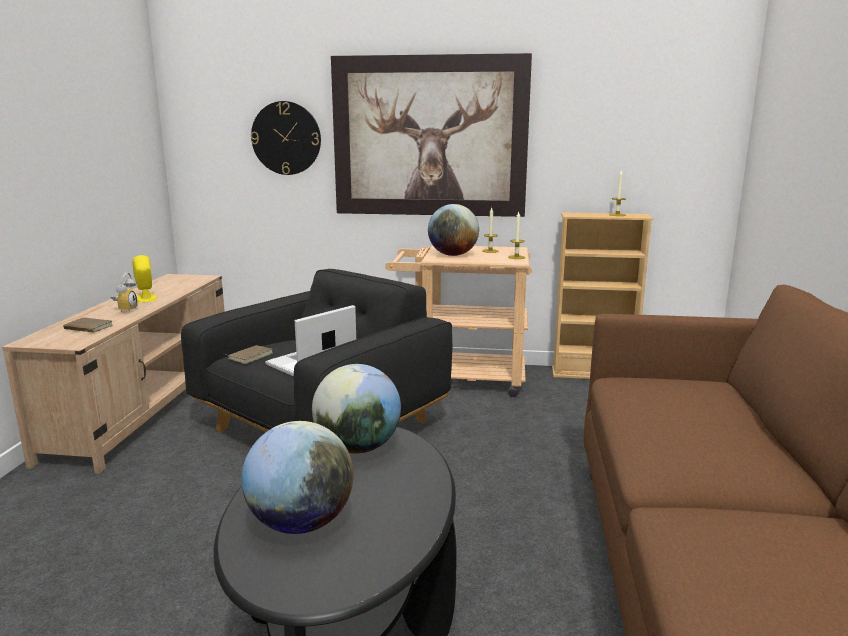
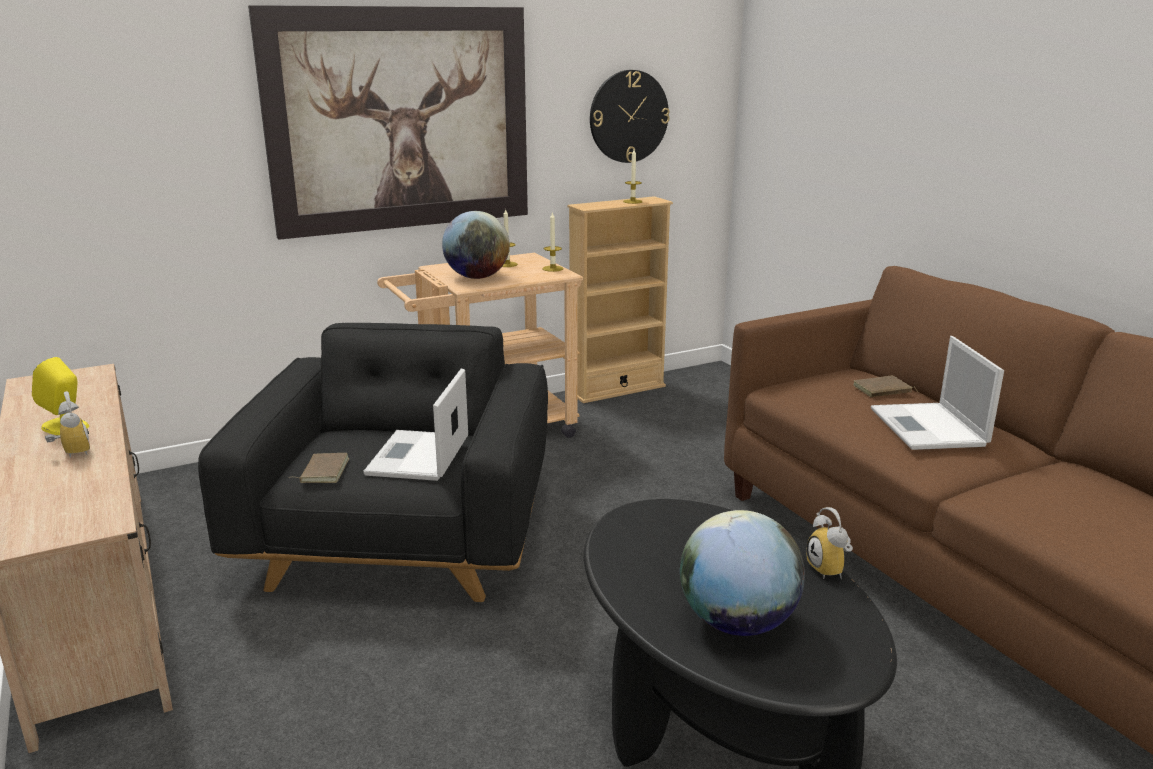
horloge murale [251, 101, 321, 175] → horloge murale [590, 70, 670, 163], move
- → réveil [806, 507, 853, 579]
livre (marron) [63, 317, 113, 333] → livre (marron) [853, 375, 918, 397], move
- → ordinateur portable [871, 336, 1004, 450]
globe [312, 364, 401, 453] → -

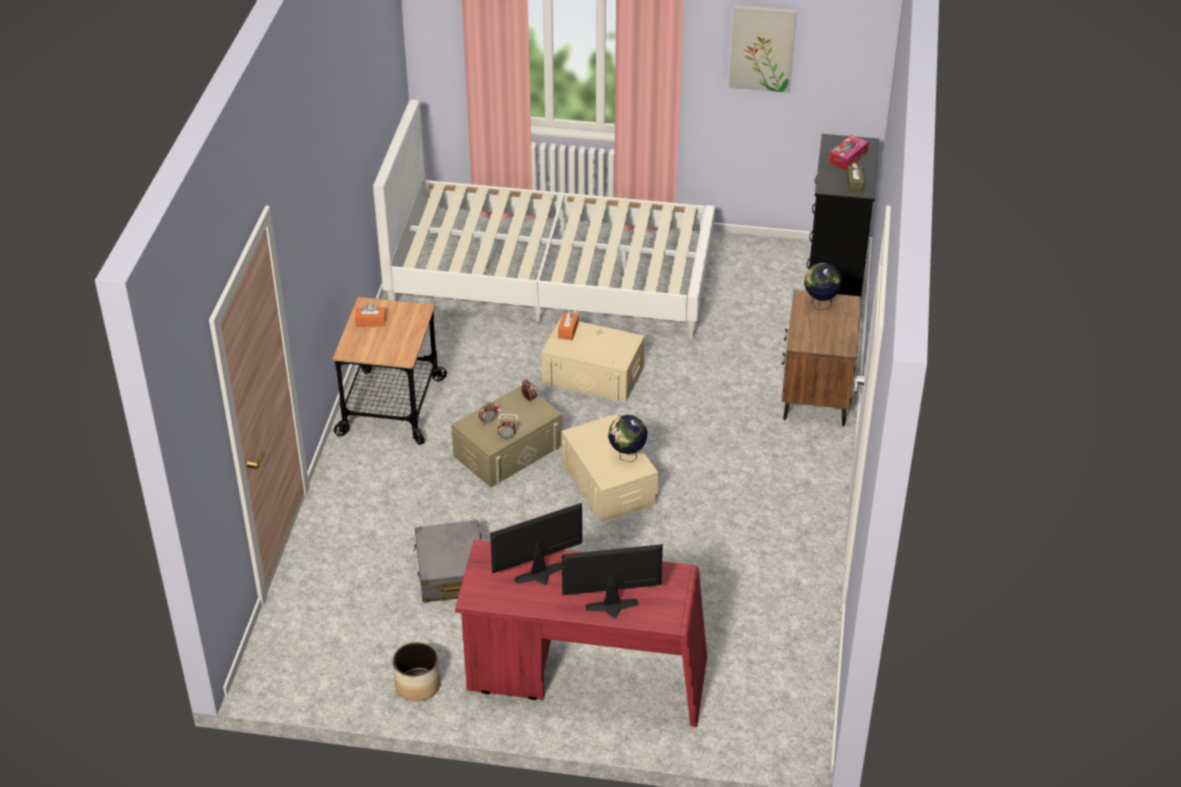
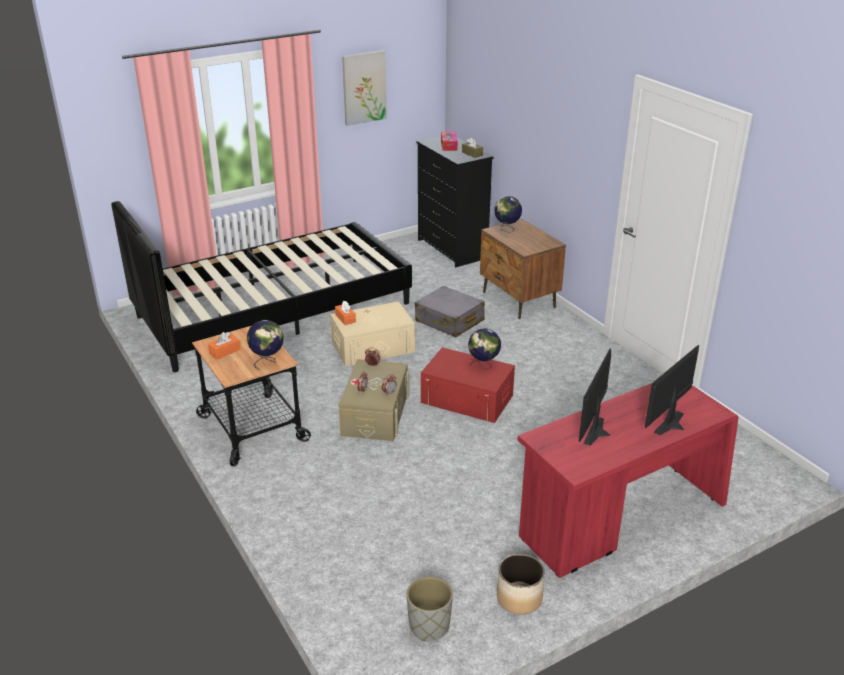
lit (blanc) [373, 99, 715, 339] → lit (noir) [111, 201, 412, 372]
- → globe [247, 320, 284, 370]
- → cache-pot (gris) [407, 576, 453, 641]
valise (gris) [414, 520, 481, 602] → valise (gris) [415, 286, 485, 337], move
boîte de rangement (beige) [561, 414, 658, 522] → boîte de rangement (rouge) [421, 347, 515, 423]

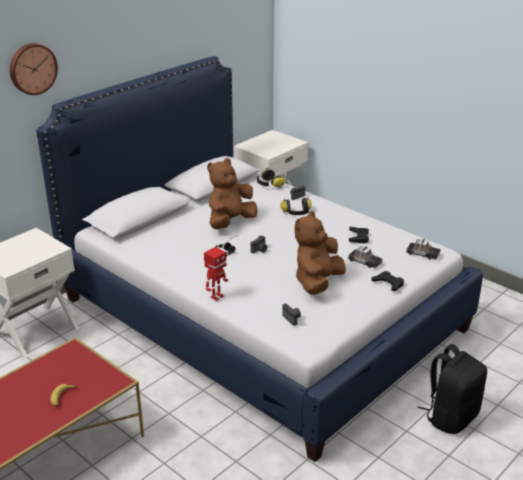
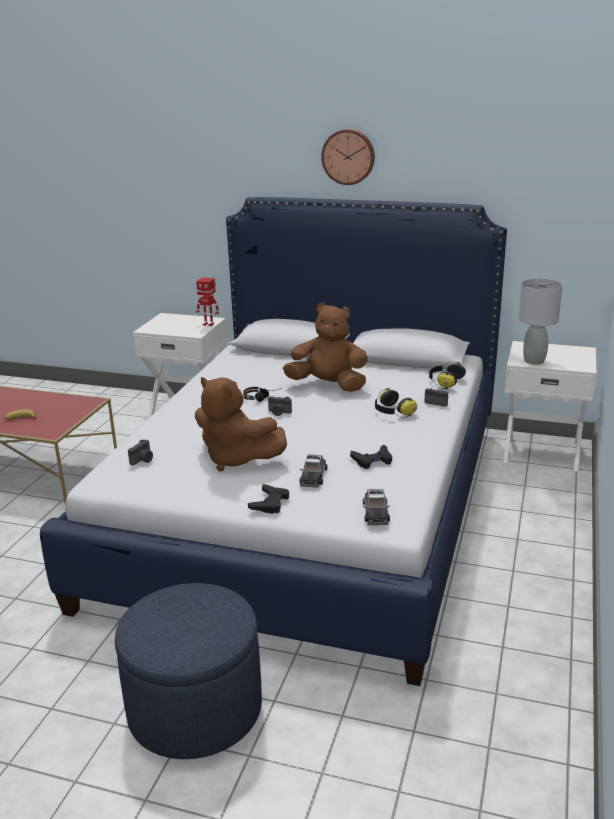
sac à dos (noir) [418, 344, 487, 434] → pouf (bleu) [115, 583, 262, 759]
peluche (marron) [294, 211, 346, 295] → peluche (marron) [195, 377, 287, 472], 150 degrees counterclockwise
robot jouet [204, 247, 228, 301] → robot jouet [196, 278, 219, 326], move
horloge murale [10, 43, 58, 95] → horloge murale [321, 129, 375, 185], move
- → lampe de table (gris) [518, 278, 563, 365]

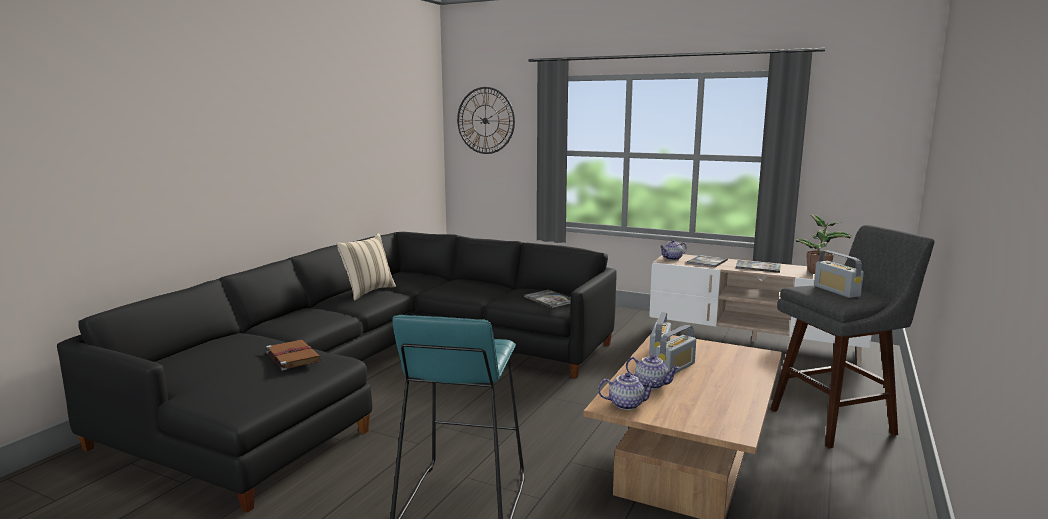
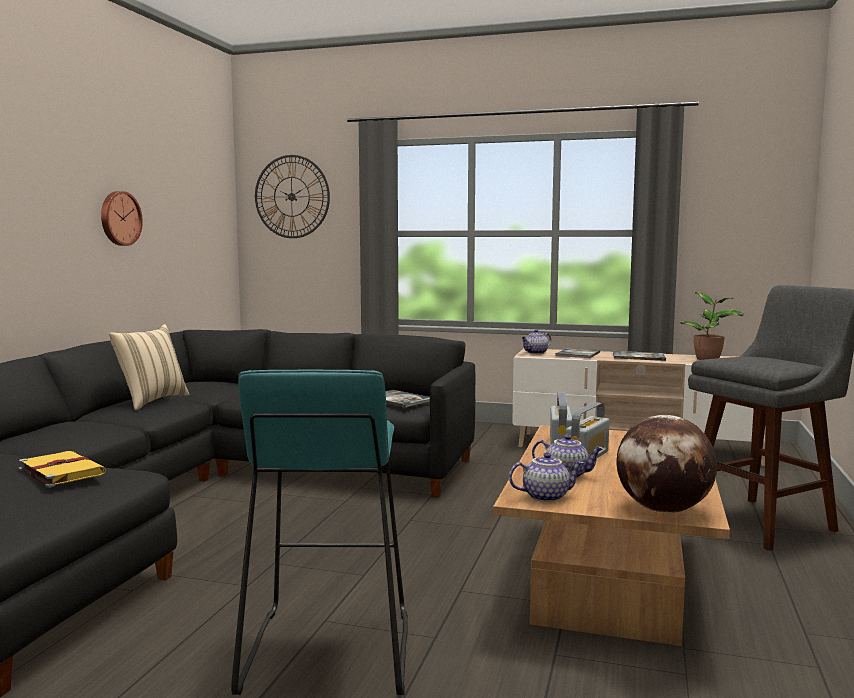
livre (marron) [266, 340, 322, 370] → livre (jaune) [19, 451, 106, 488]
- → horloge murale [101, 191, 143, 246]
- → globe [616, 415, 717, 513]
radio [814, 251, 864, 298] → -

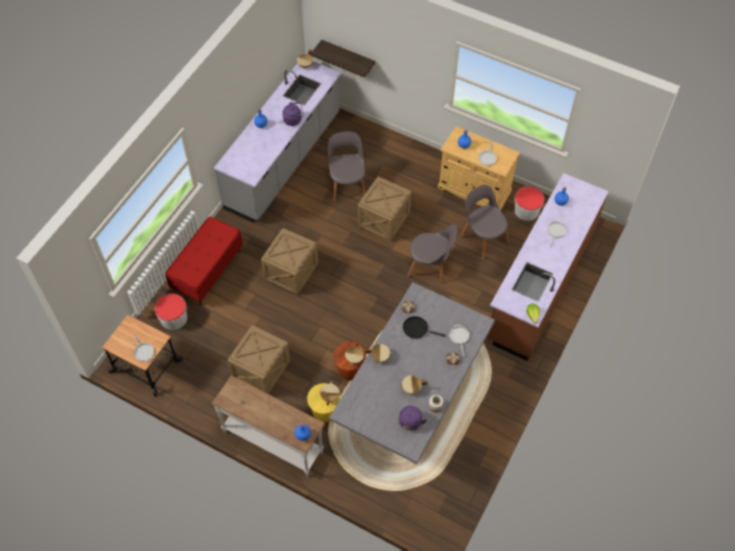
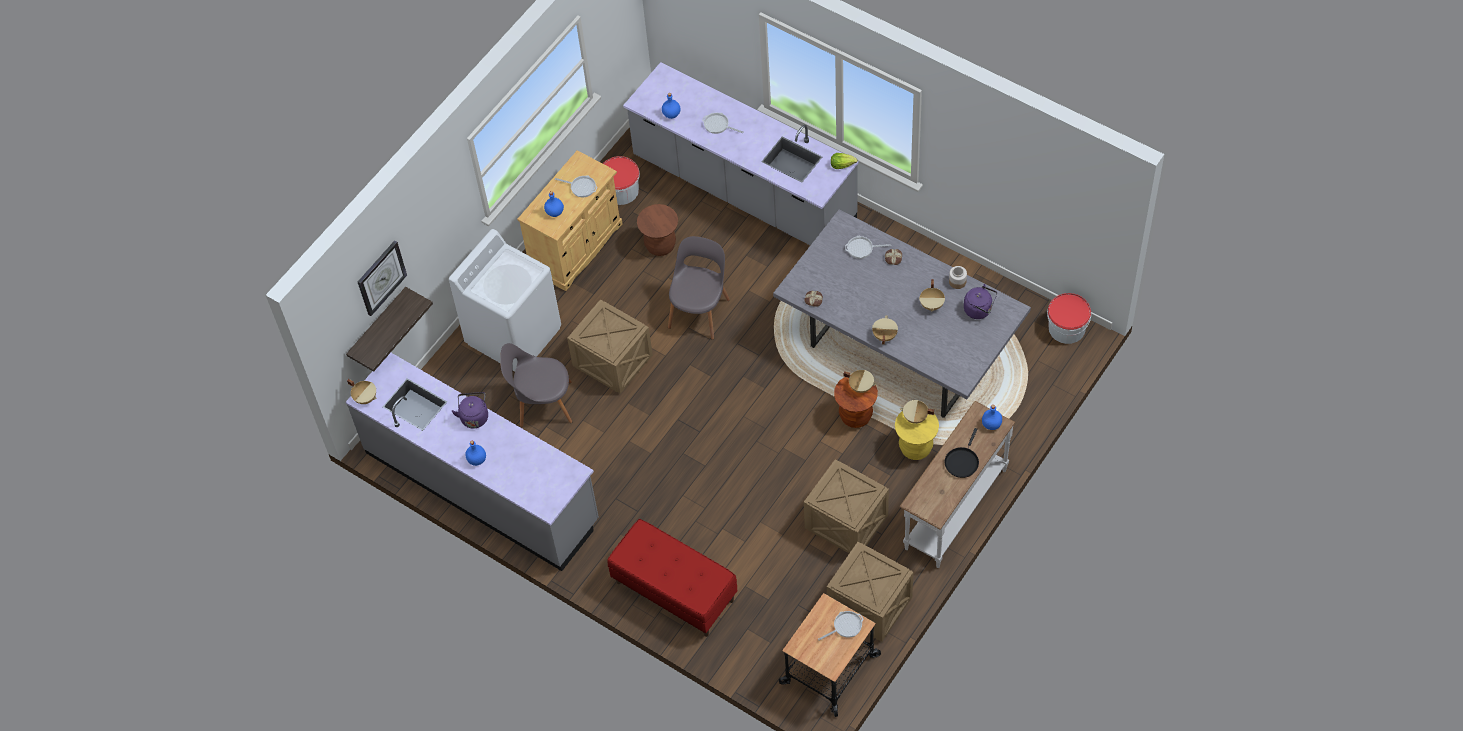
- → horloge murale [358, 241, 407, 316]
- → lave-linge (blanc) [449, 229, 561, 371]
comptoir de cuisine (marron) [487, 173, 609, 361] → comptoir de cuisine (gris) [623, 62, 858, 245]
chaise (gris) [460, 185, 509, 260] → tabouret (marron) [637, 204, 678, 256]
caisse [261, 228, 318, 295] → caisse [827, 542, 913, 642], move
poêle (noir) [403, 316, 445, 339] → poêle (noir) [944, 428, 979, 478], move
seau [154, 293, 187, 330] → seau [1047, 293, 1091, 344], move

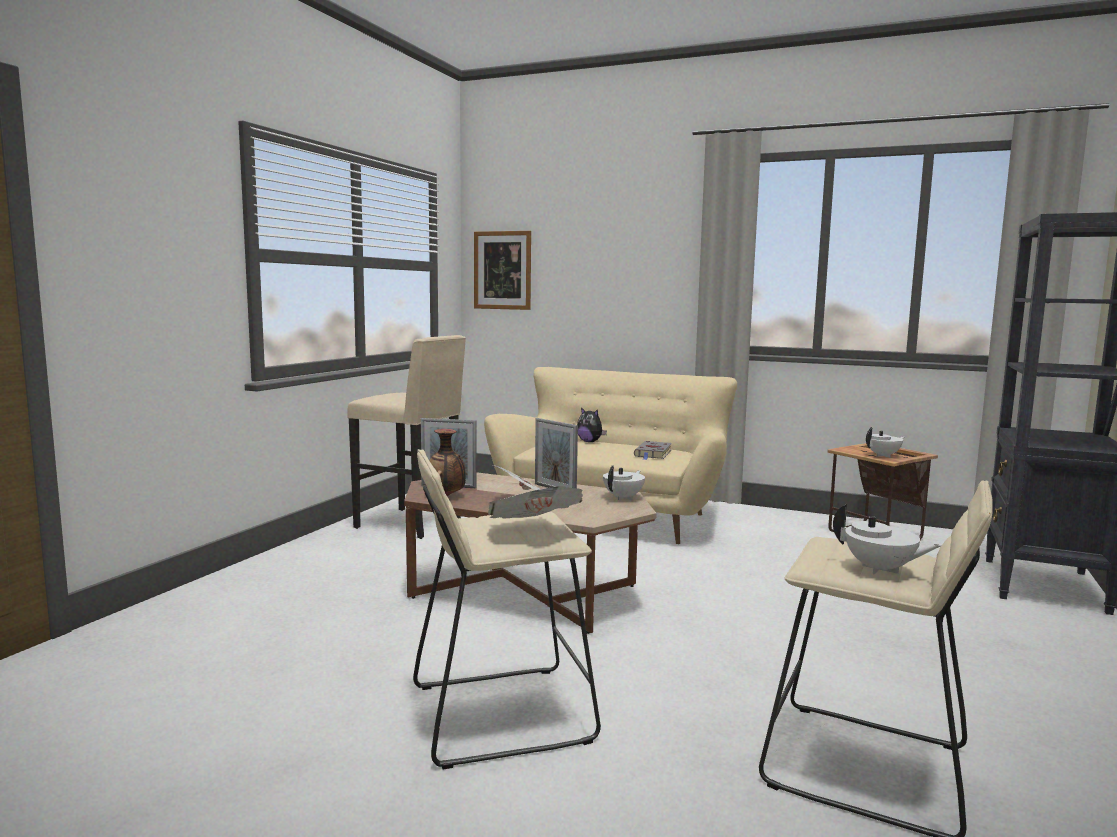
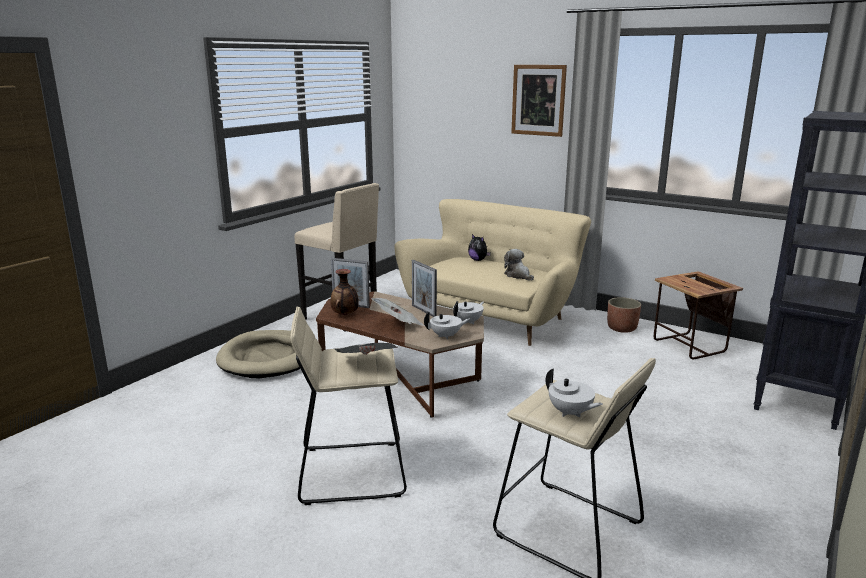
- → panier pour chien (beige) [216, 330, 300, 378]
théière (blanc) [866, 427, 904, 458] → théière (blanc) [424, 312, 469, 340], move
livre (gris) [634, 441, 672, 460] → peluche [504, 249, 534, 281]
tableau [474, 231, 531, 310] → tableau [511, 65, 567, 137], move
- → cache-pot [607, 297, 641, 333]

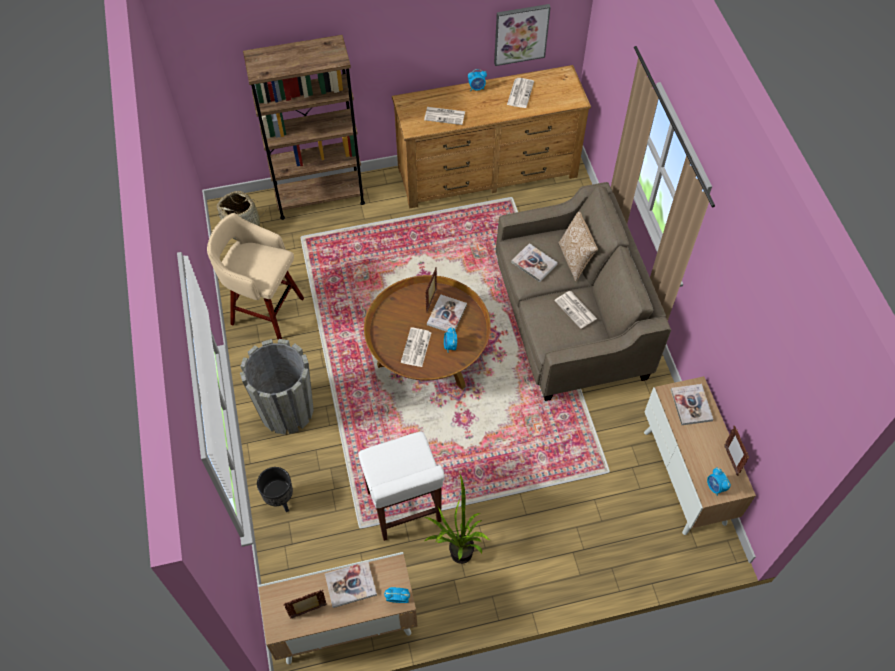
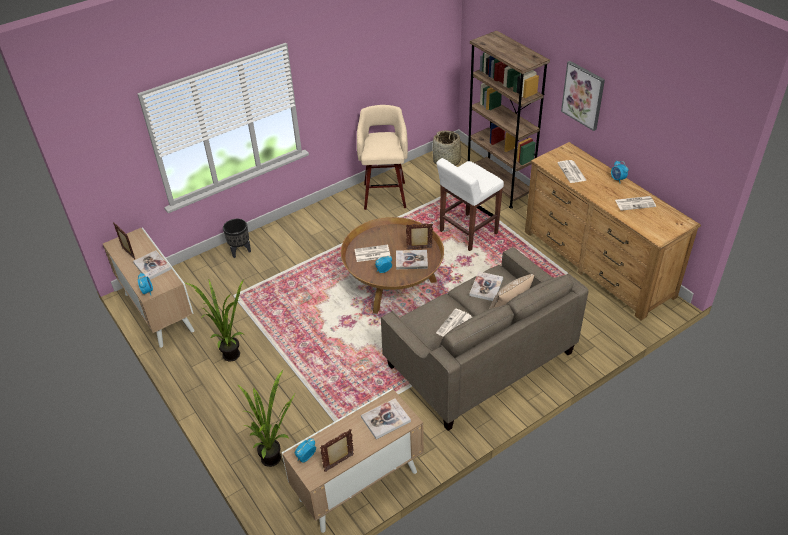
- → plante en pot [238, 369, 296, 467]
tabouret (blanc) [358, 432, 445, 541] → tabouret (blanc) [436, 158, 504, 251], move
tableau [494, 4, 551, 66] → tableau [561, 61, 605, 131], move
cache-pot (gris) [240, 339, 313, 434] → -

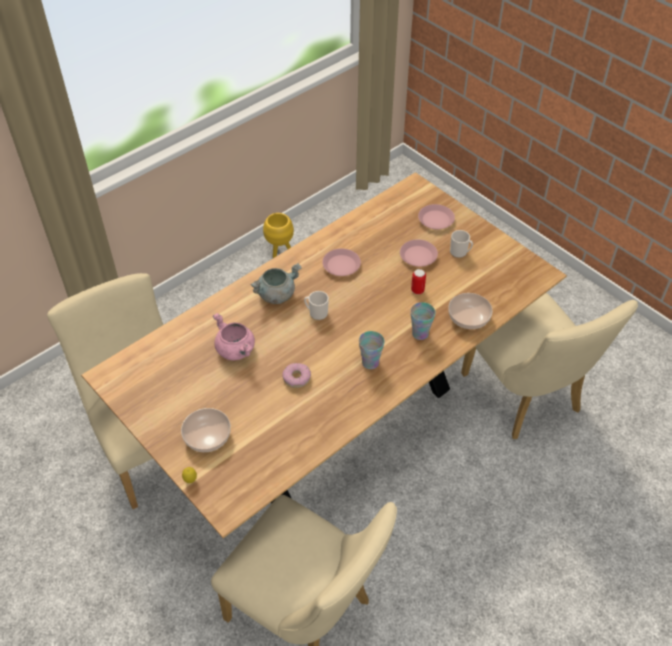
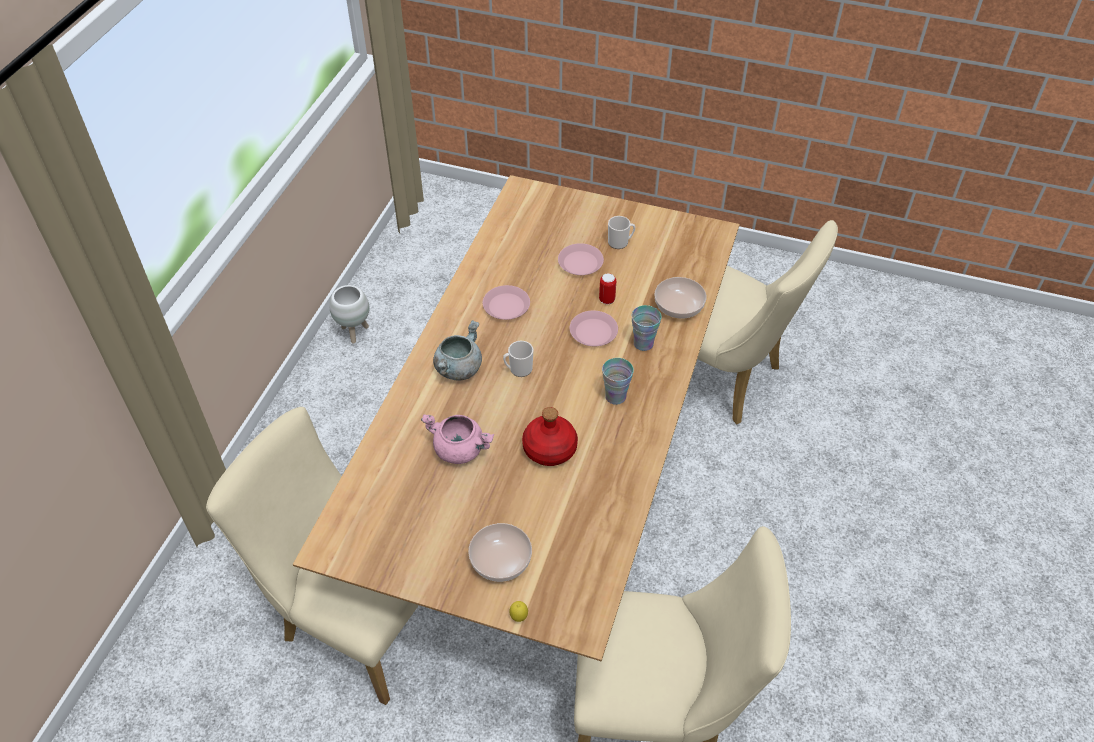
cache-pot (jaune) [263, 213, 294, 258] → cache-pot (blanc) [329, 285, 370, 344]
beignet [282, 363, 311, 388] → bouteille (rouge) [522, 407, 578, 466]
assiette (rose) [418, 204, 455, 229] → assiette (rose) [569, 311, 618, 346], move

